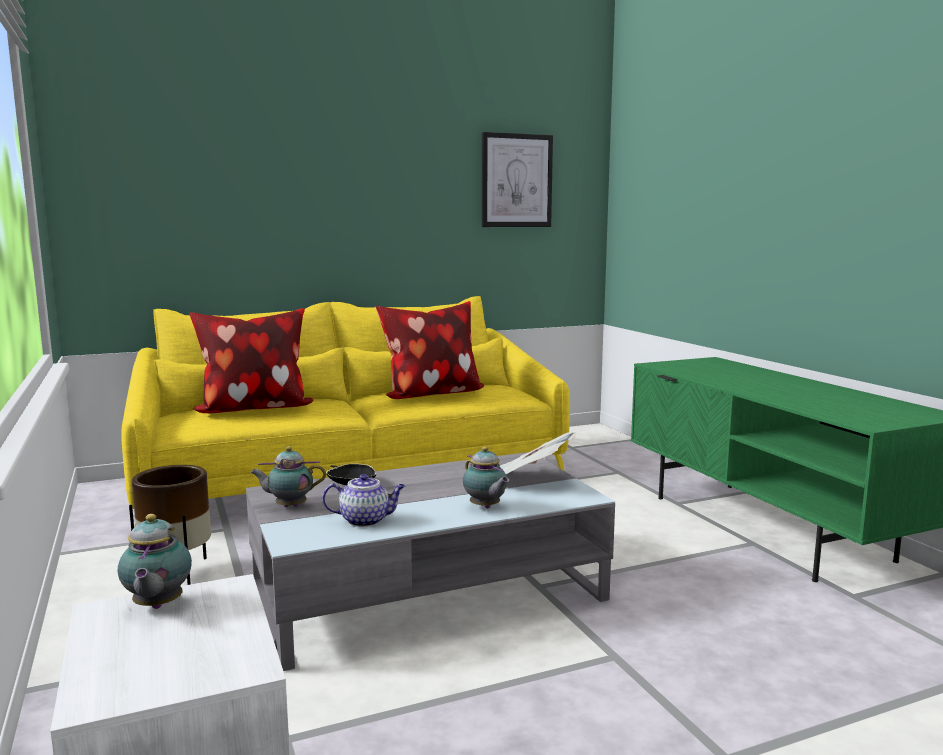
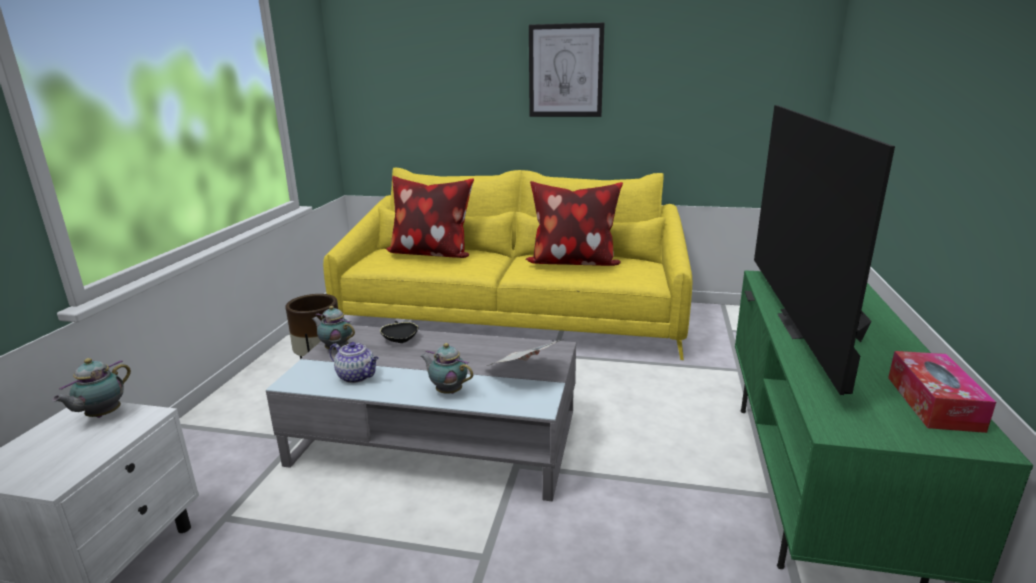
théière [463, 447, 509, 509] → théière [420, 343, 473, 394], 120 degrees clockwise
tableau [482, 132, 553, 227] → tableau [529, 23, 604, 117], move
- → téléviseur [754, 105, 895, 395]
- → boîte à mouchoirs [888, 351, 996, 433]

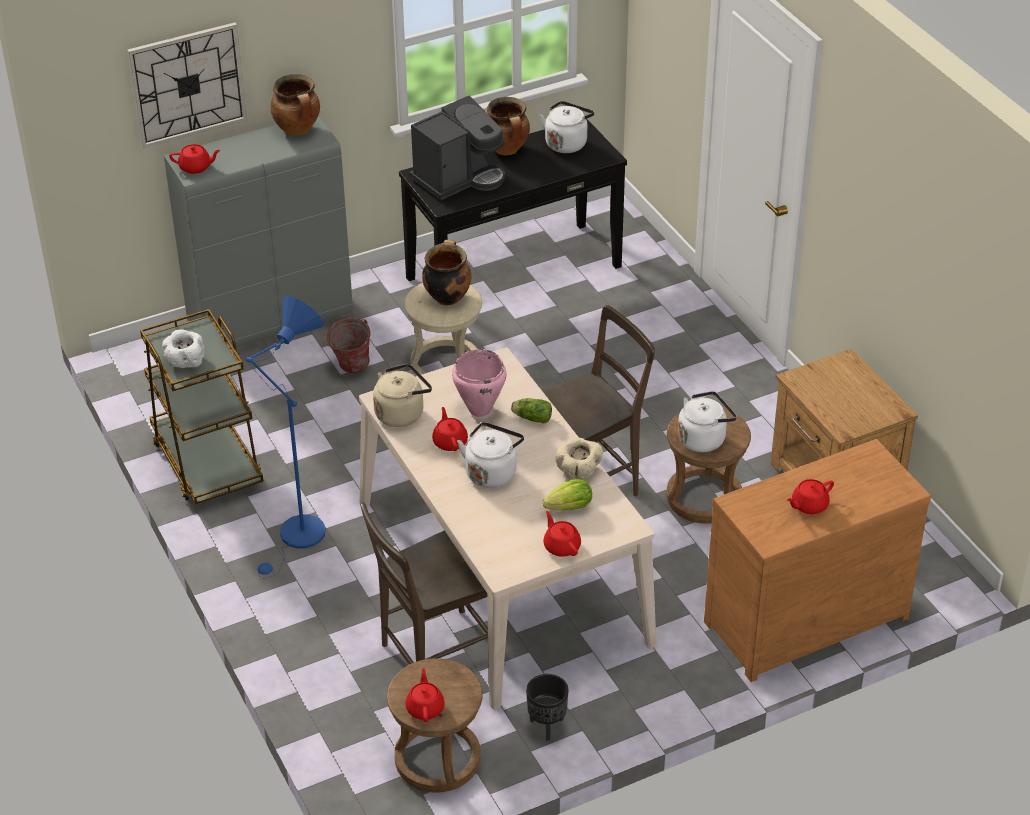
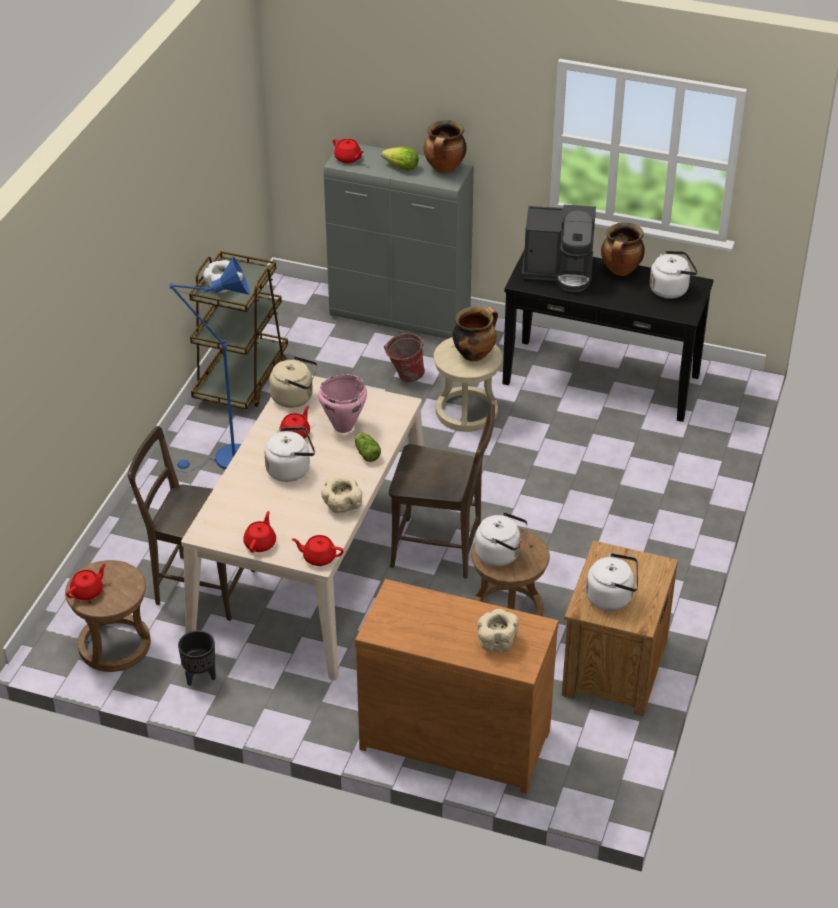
théière (rouge) [787, 479, 834, 514] → théière (rouge) [292, 535, 344, 566], move
laitue [542, 479, 592, 511] → laitue [381, 147, 419, 171], move
- → bol (beige) [478, 609, 519, 652]
- → bouilloire (blanc) [586, 553, 639, 611]
horloge murale [127, 22, 247, 148] → -

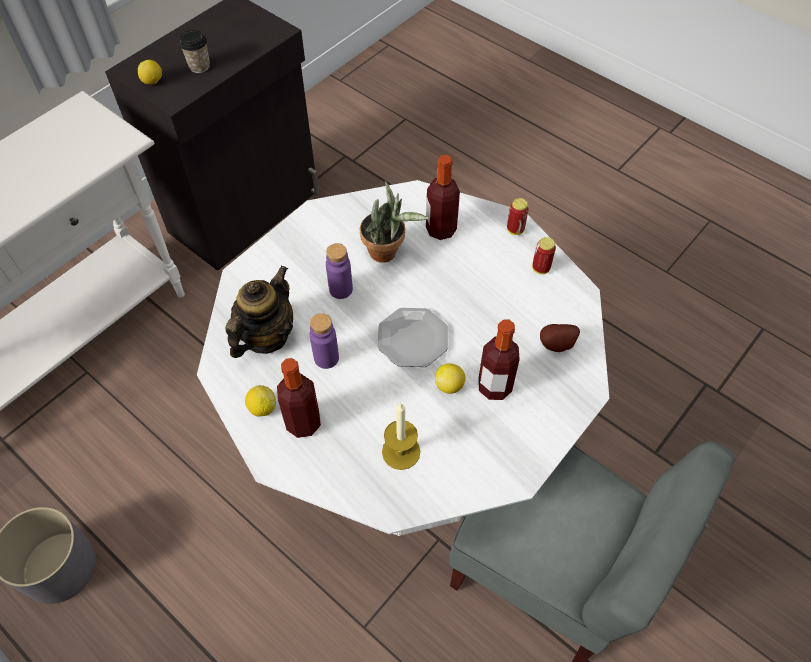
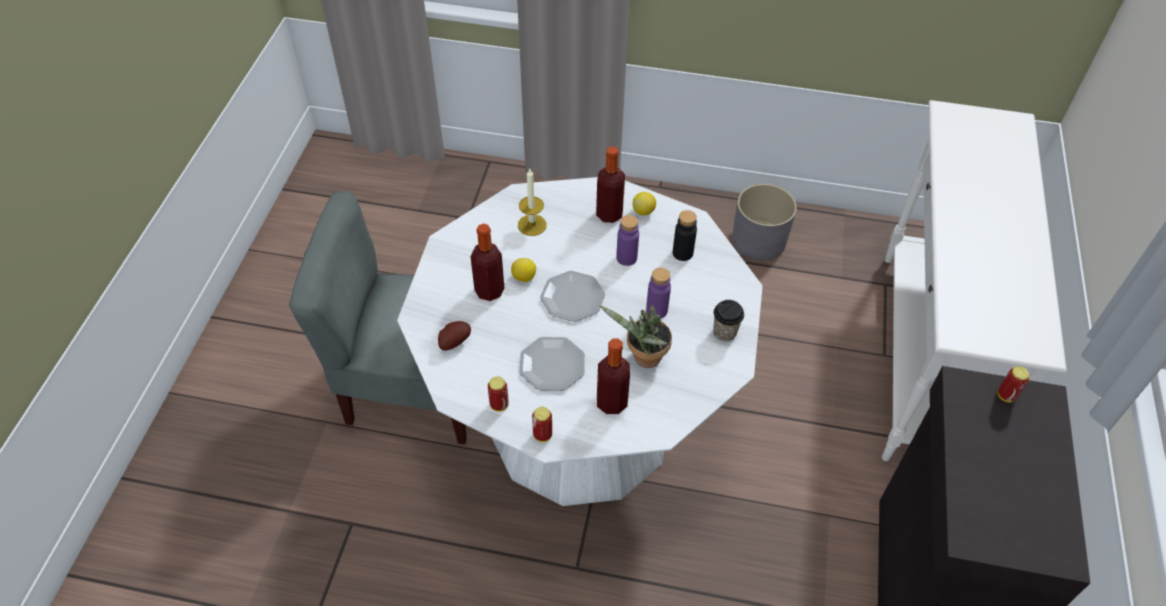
- → assiette [519, 337, 585, 391]
théière [225, 266, 293, 358] → bouteille (noir) [673, 210, 697, 261]
tasse [179, 30, 210, 73] → tasse [713, 300, 744, 342], move
citron [138, 60, 162, 84] → boîte métallique [998, 366, 1029, 403]

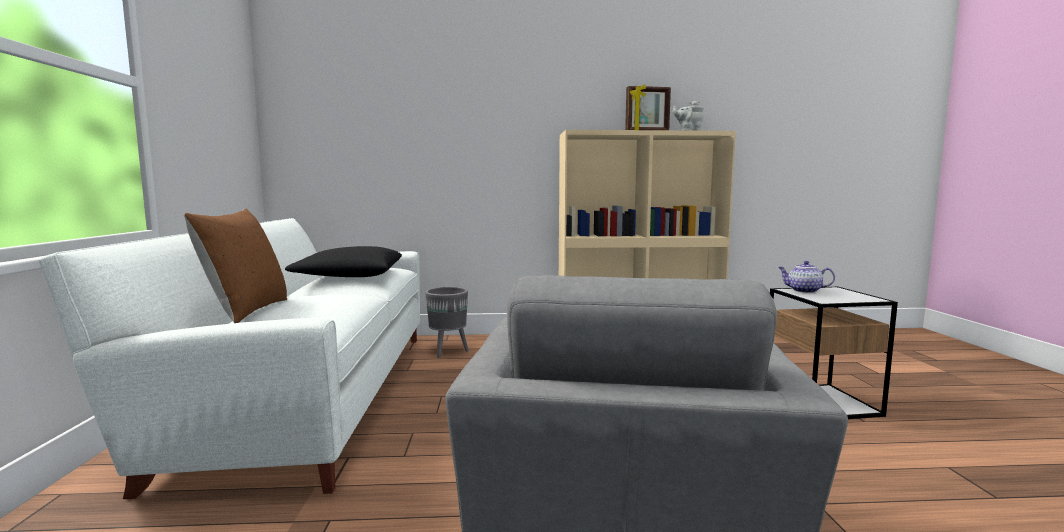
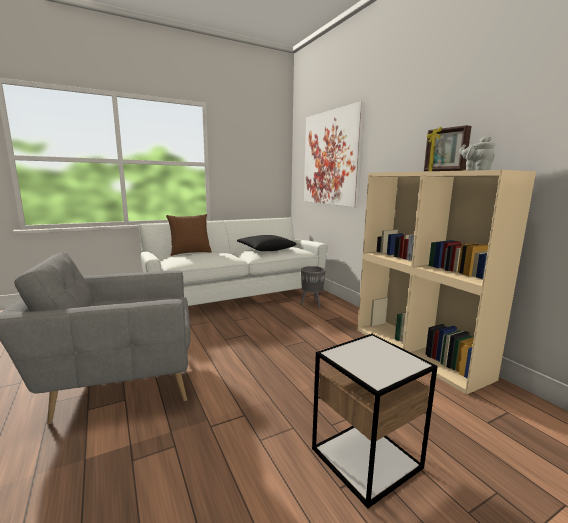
- → tableau [304, 101, 365, 207]
théière [778, 261, 835, 293] → -

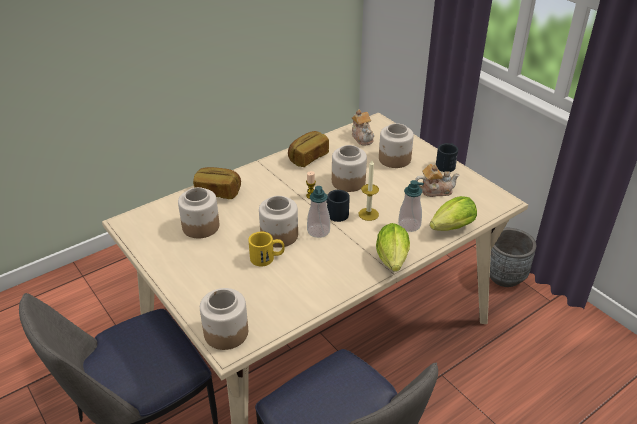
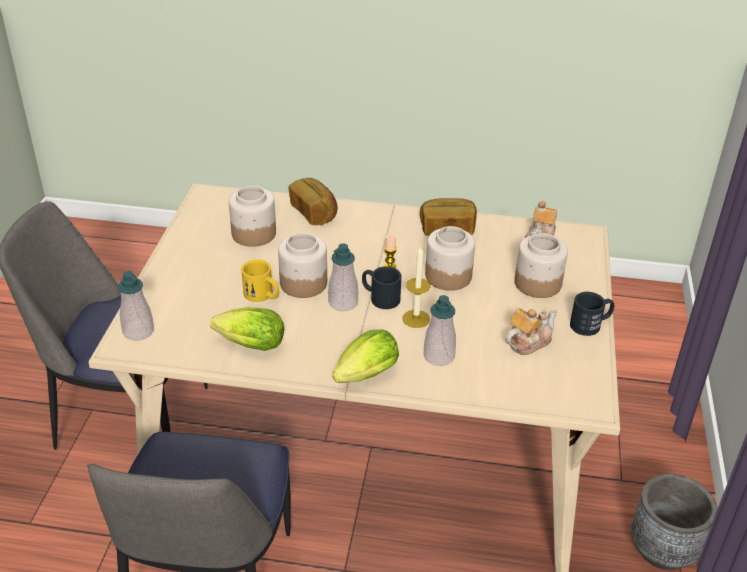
bocal [200, 288, 248, 350] → distributeur de savon [118, 271, 154, 341]
laitue [430, 196, 477, 231] → laitue [210, 307, 284, 351], move
théière [415, 164, 460, 197] → théière [505, 308, 557, 355], 75 degrees counterclockwise

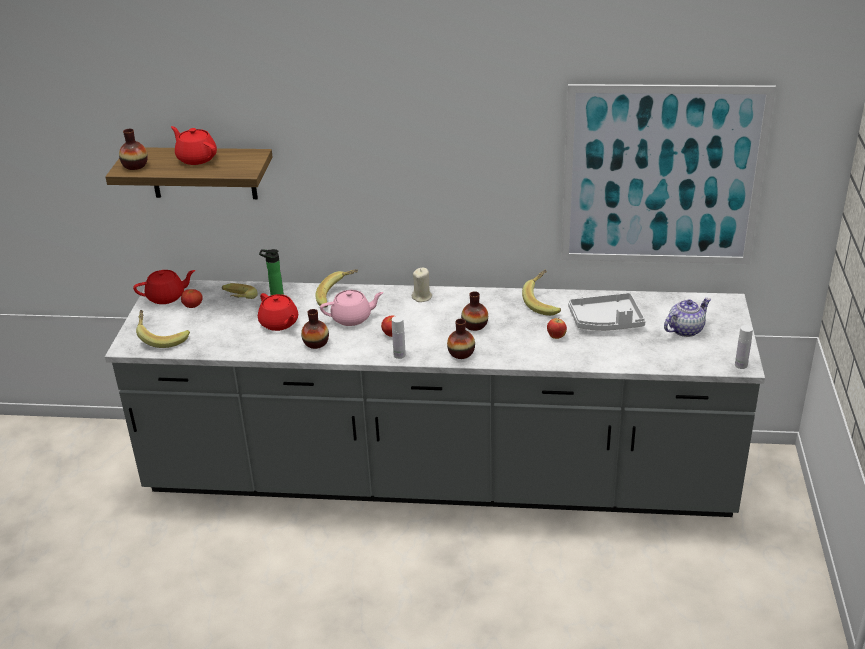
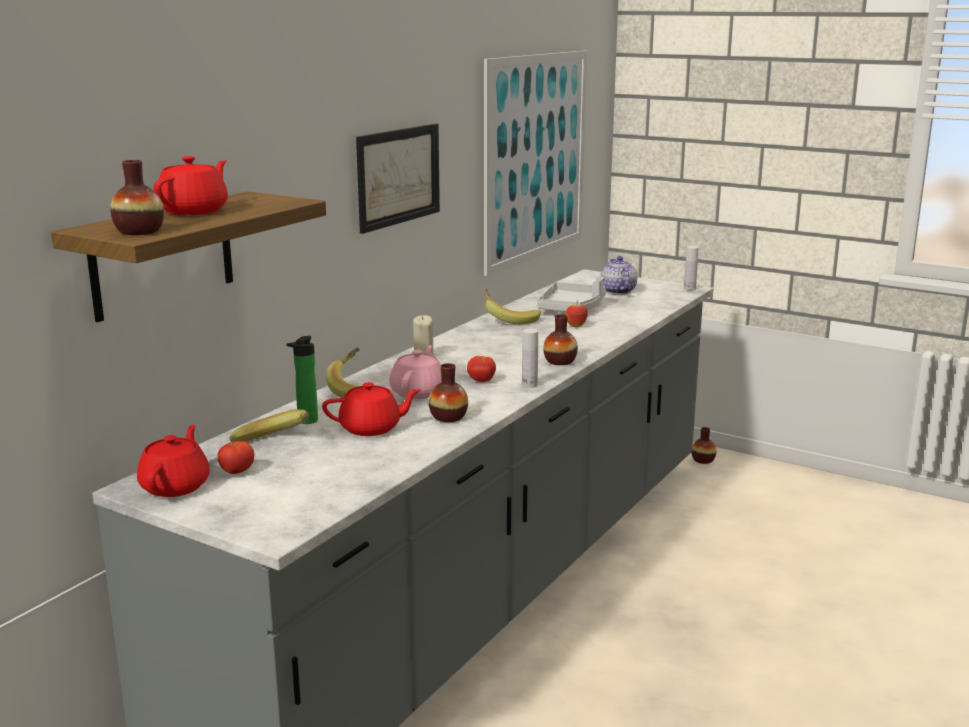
théière (rouge) [171, 126, 217, 165] → théière (rouge) [154, 156, 228, 215], 135 degrees clockwise
- → tableau [356, 124, 440, 234]
vase [461, 291, 488, 331] → vase [691, 427, 716, 464], move
banane [136, 310, 190, 348] → -

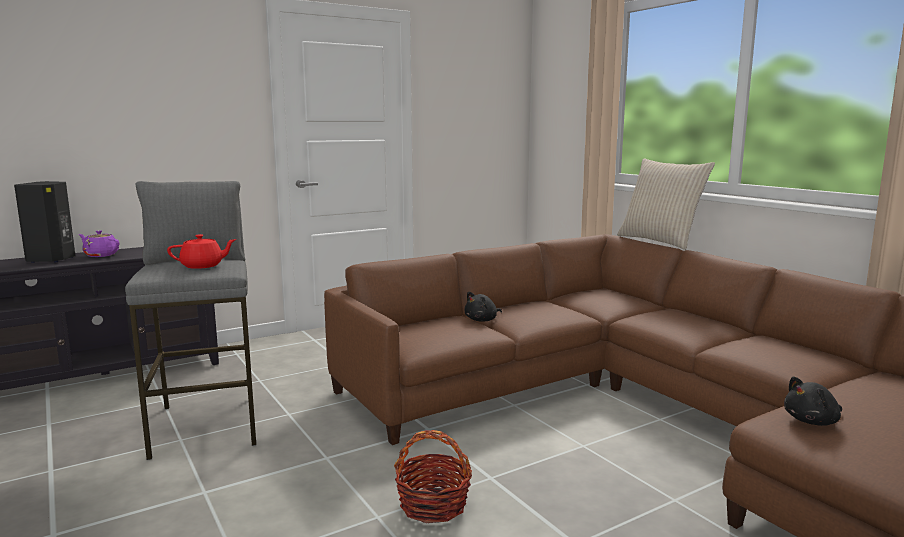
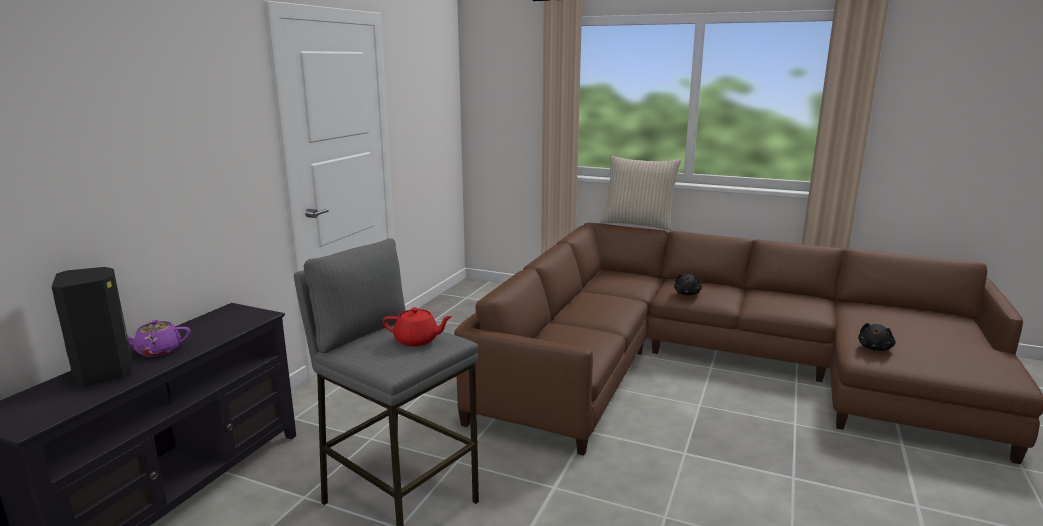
théière (rouge) [167, 234, 237, 269] → théière (rouge) [383, 307, 452, 346], 60 degrees clockwise
peluche (noir) [464, 292, 502, 321] → peluche (noir) [674, 273, 702, 295], move
panier [394, 430, 472, 523] → -

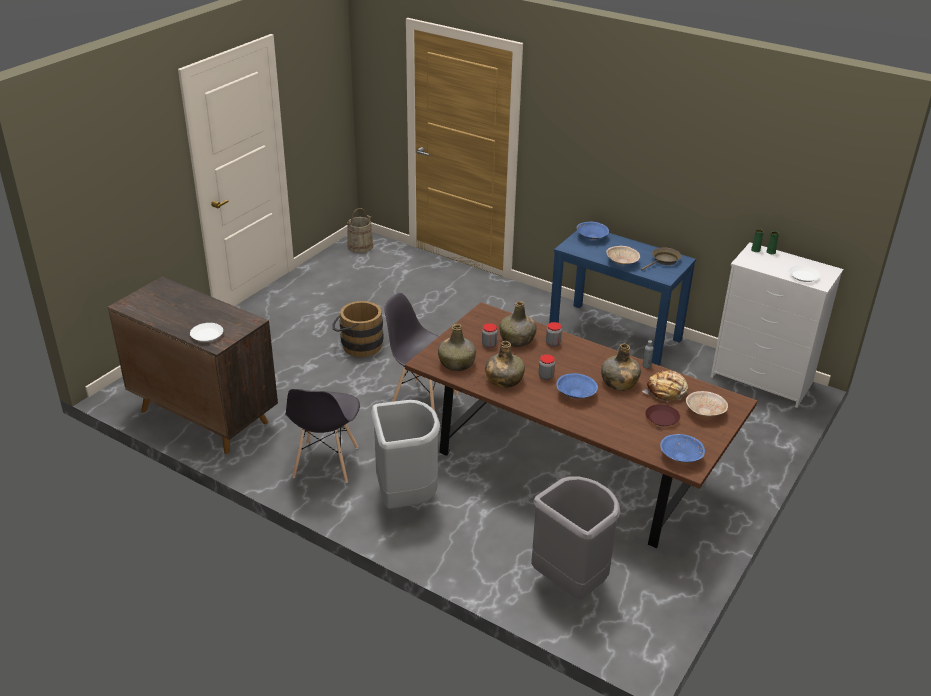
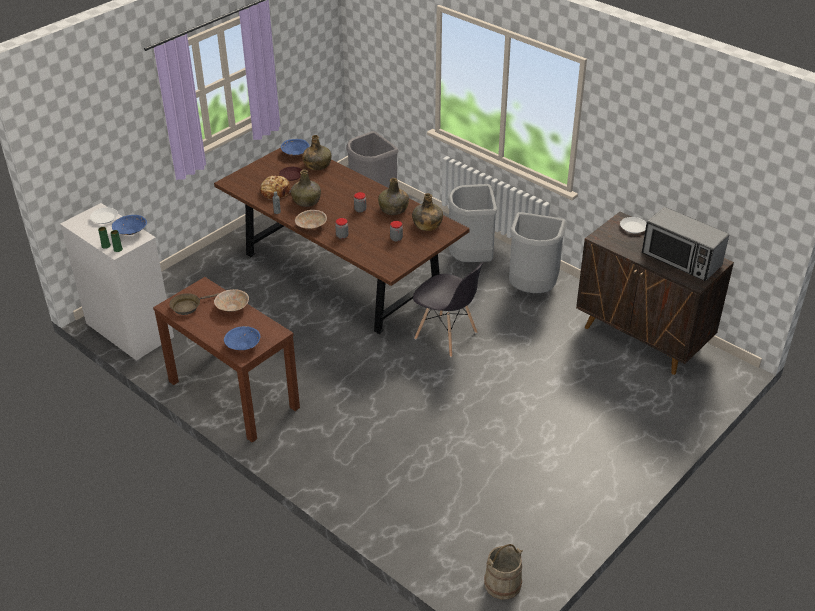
bol (bleu) [556, 373, 598, 398] → bol (bleu) [112, 215, 147, 235], move
table console (bleu) [549, 231, 696, 366] → table console (marron) [153, 277, 300, 443]
bol (beige) [686, 391, 728, 417] → bol (beige) [295, 210, 327, 229], move
bouteille (vert) [499, 301, 537, 347] → bouteille (vert) [302, 135, 331, 170], move
chaise (gris) [285, 389, 360, 483] → poubelle (gris) [509, 212, 566, 293]
- → micro-ondes [642, 207, 729, 281]
seau (marron) [332, 301, 384, 357] → -

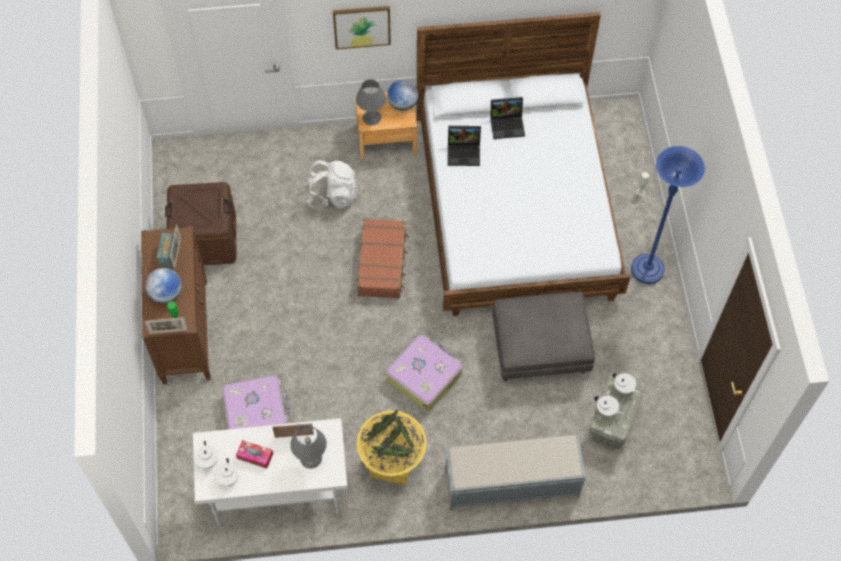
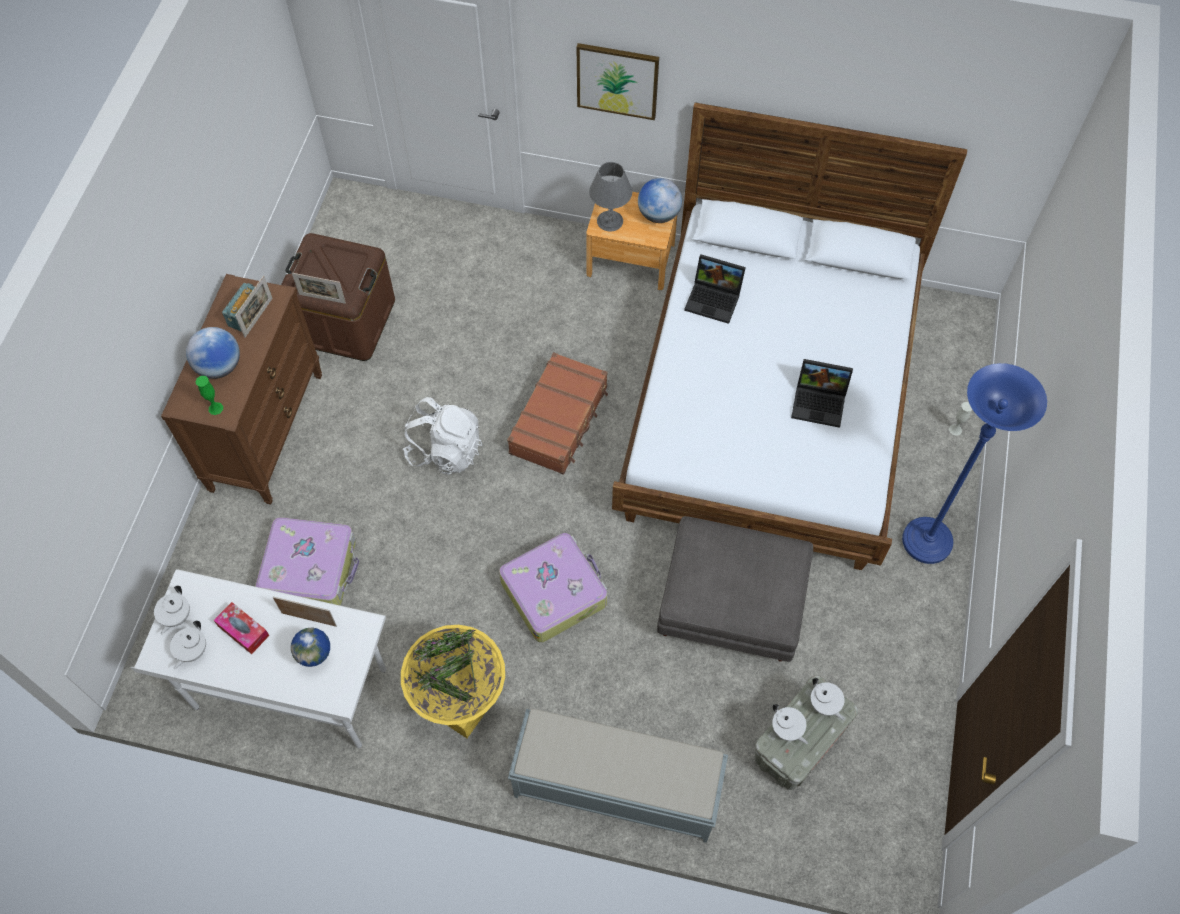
lampe de table (gris) [290, 425, 327, 469] → globe [291, 627, 330, 667]
cadre photo [145, 317, 188, 334] → cadre photo [292, 273, 346, 304], move
sac à dos (blanc) [307, 160, 358, 210] → sac à dos (blanc) [403, 397, 482, 475], move
ordinateur portable [490, 97, 525, 139] → ordinateur portable [791, 359, 853, 428], move

